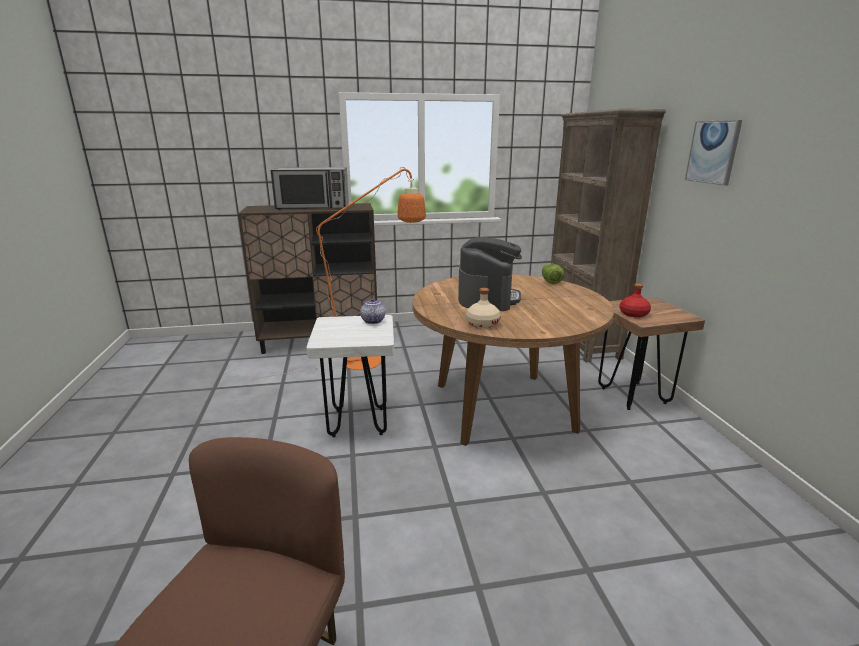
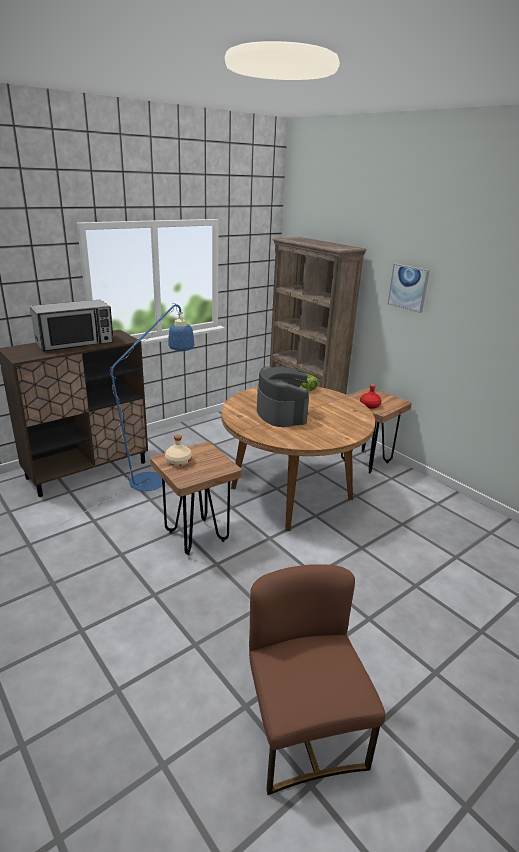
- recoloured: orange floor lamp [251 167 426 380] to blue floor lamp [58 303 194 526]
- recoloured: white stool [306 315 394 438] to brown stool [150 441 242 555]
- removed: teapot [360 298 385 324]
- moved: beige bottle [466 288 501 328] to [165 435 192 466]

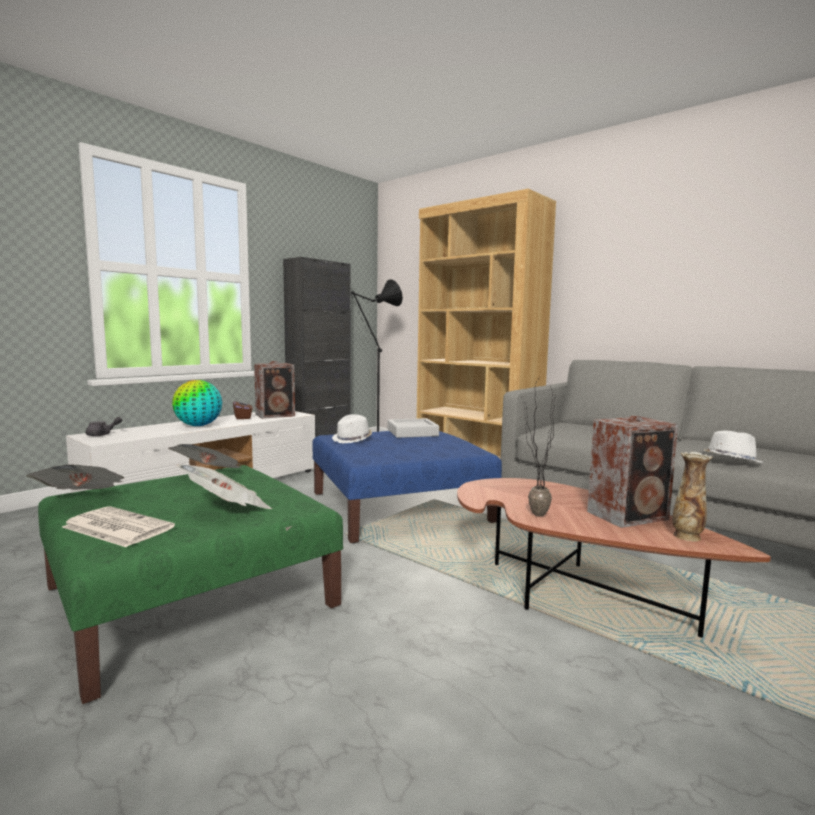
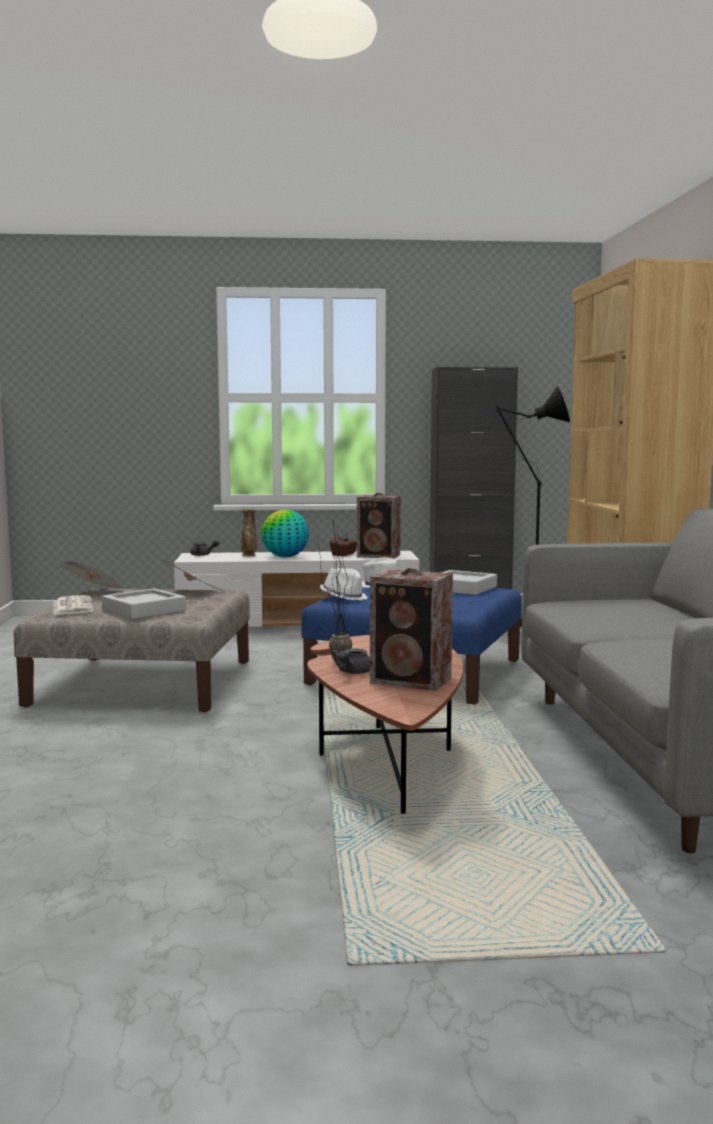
- recoloured: green ottoman [38 465 343 704] to beige ottoman [14 588 250 712]
- replaced: newspaper [176 464 273 509] to grey tray [102 589 186 619]
- moved: vase [672 452 712 542] to [241 508 257 557]
- moved: white hat [704 431 764 463] to [320 568 368 600]
- added: grey teapot [331 649 370 674]

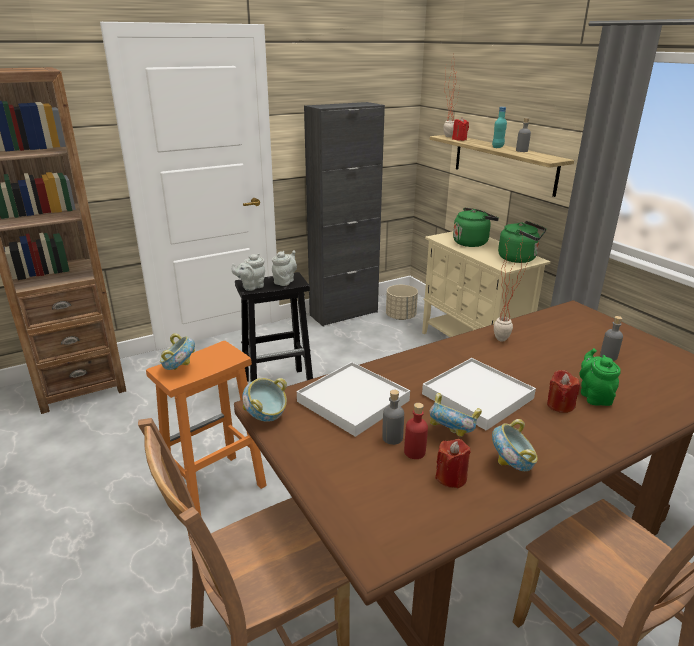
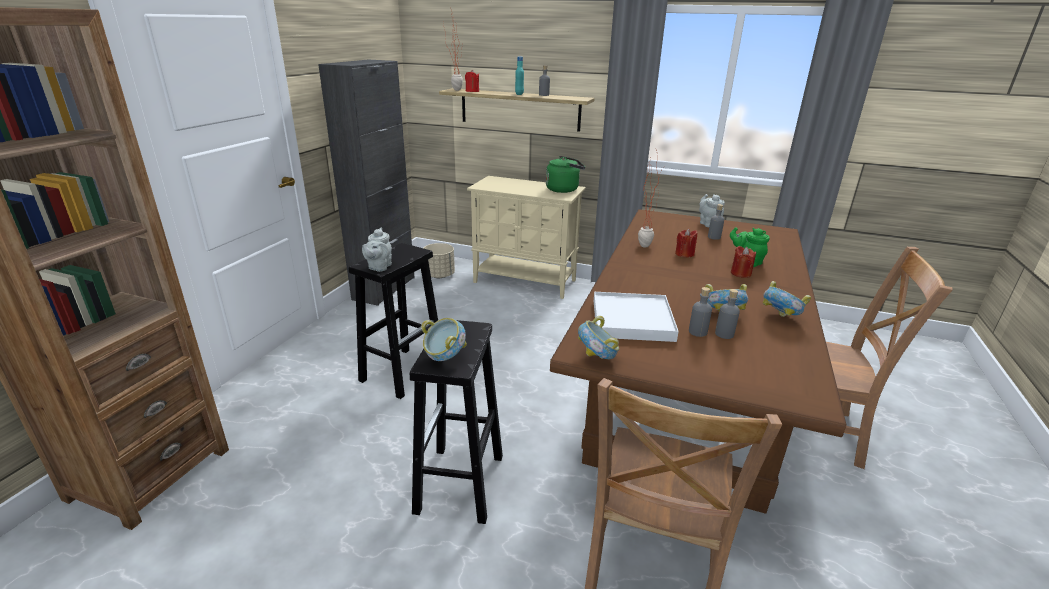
- recoloured: orange stool [146 341 267 516] to black stool [410 320 503 524]
- moved: grey teapot [272 251 297 286] to [699 194 725 227]
- recoloured: red bottle [404 403 428 459] to grey bottle [715 289 740 339]
- removed: white tray [422 358 536 431]
- moved: red candle [435 439 471 488] to [675 229 697 257]
- removed: green kettle [453 208 499 247]

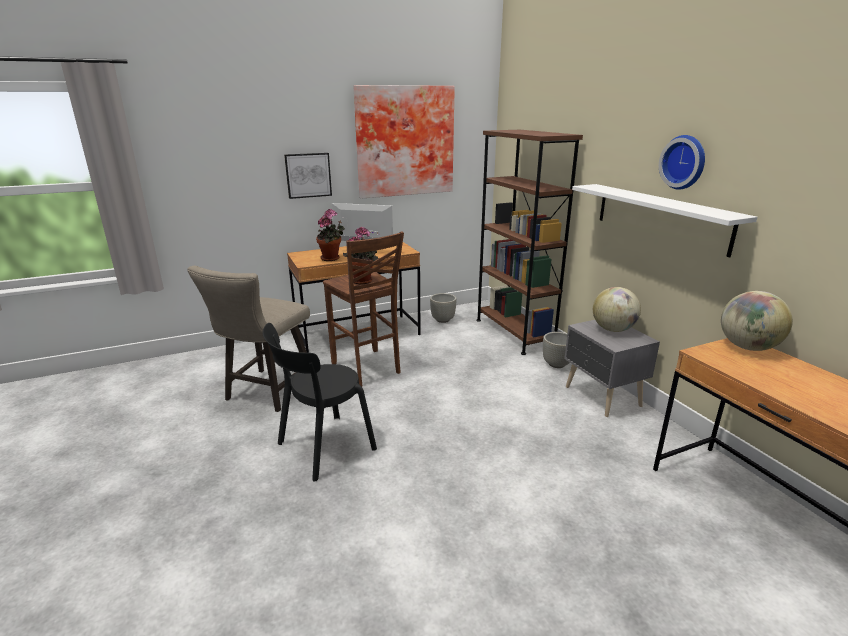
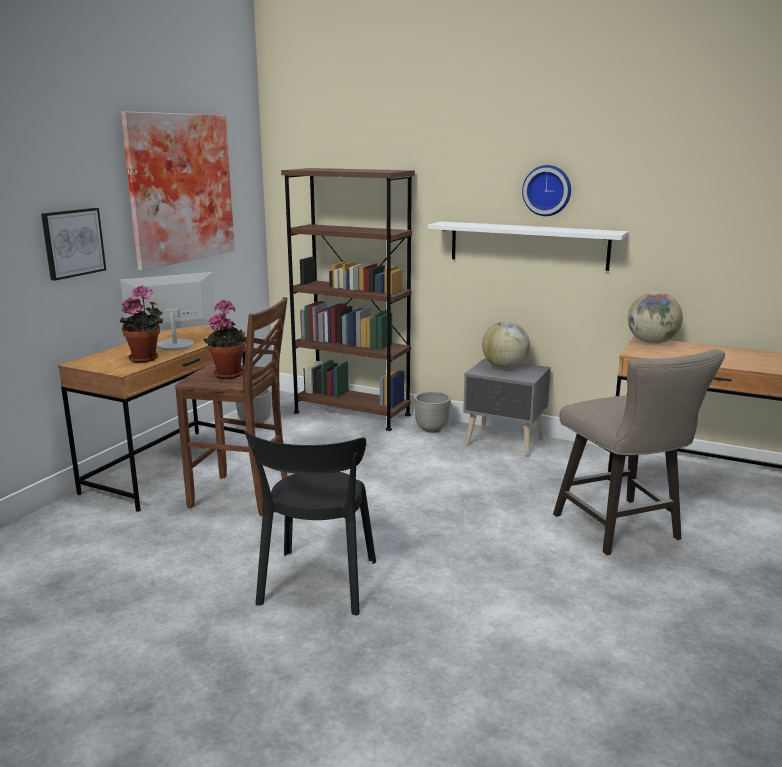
- moved: beige stool [187 266 310 412] to [553 349 725 555]

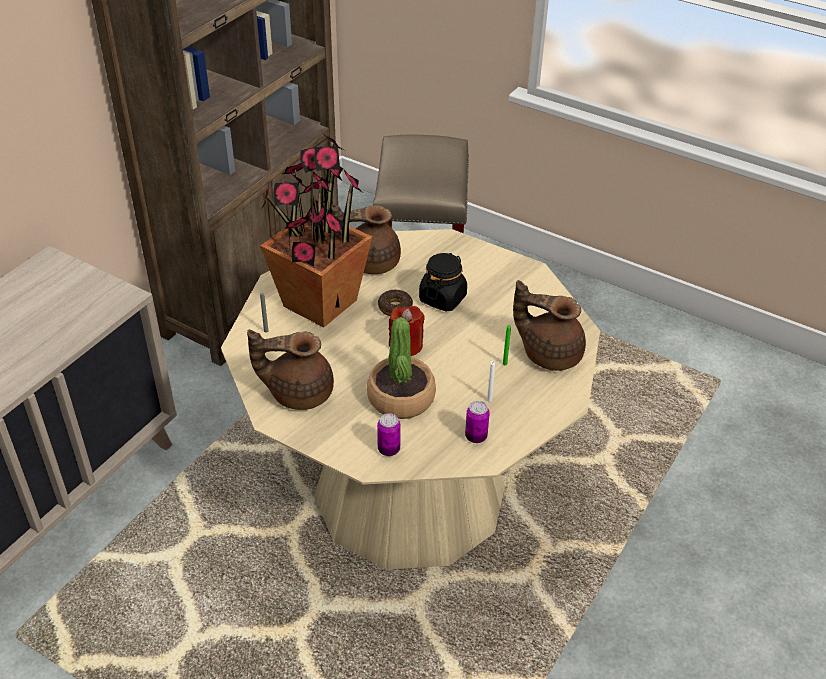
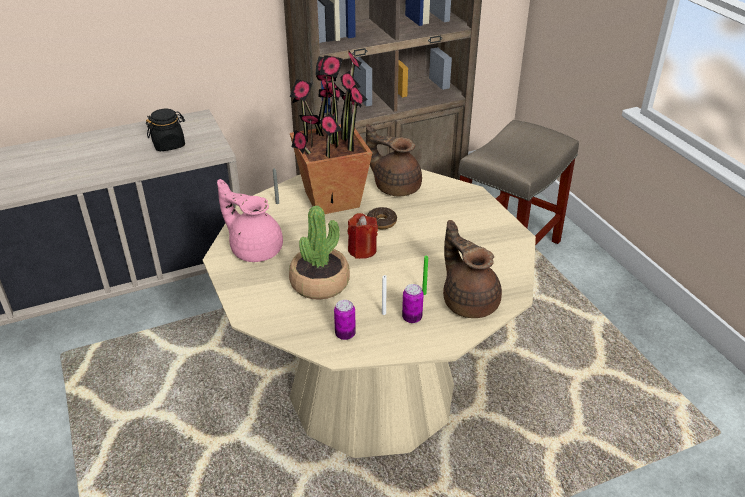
- recoloured: brown teapot [247 330 334 410] to pink teapot [217 179 283 262]
- moved: can [377 413 401 456] to [402 284 424 323]
- moved: black jar [419 253 467 312] to [146 109 185 151]

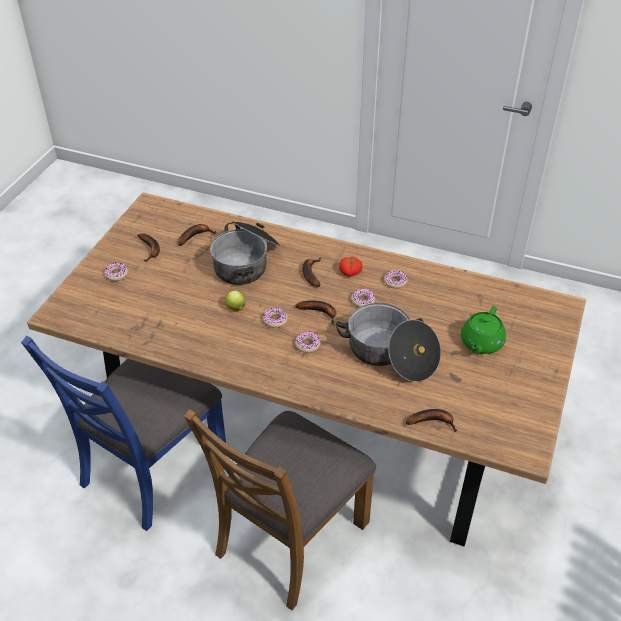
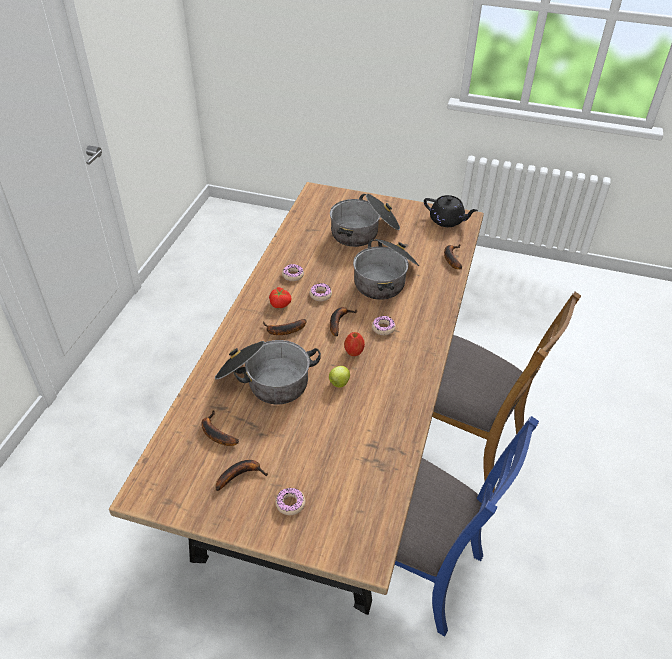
- replaced: donut [263 308 288 328] to apple [344 332 365 356]
- replaced: green teapot [461 306 506 354] to cooking pot [330 194 400 247]
- added: black teapot [424 195 478 227]

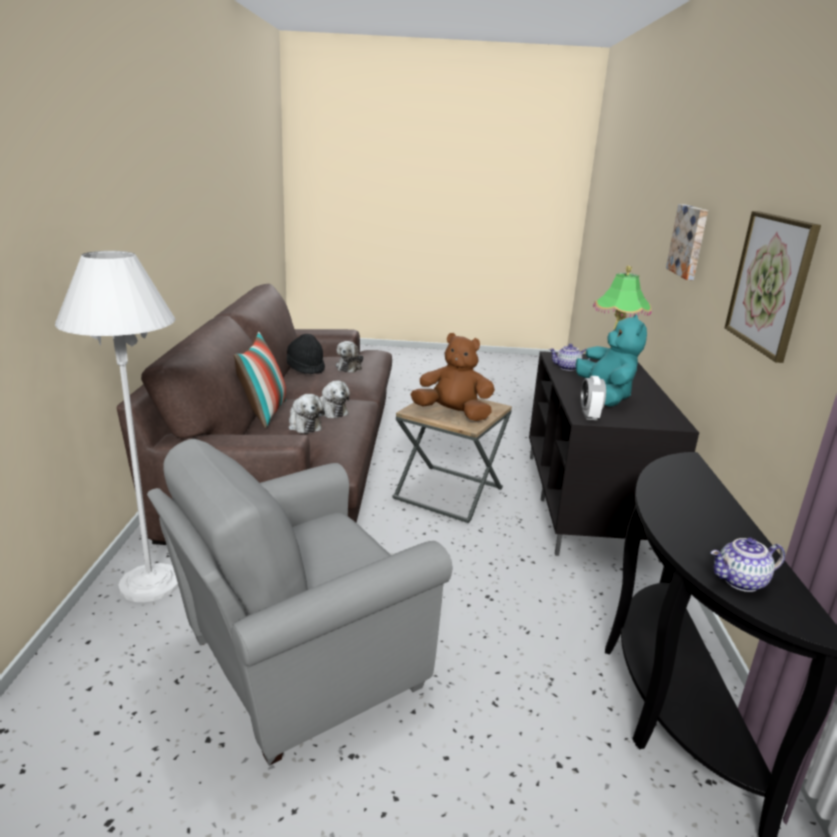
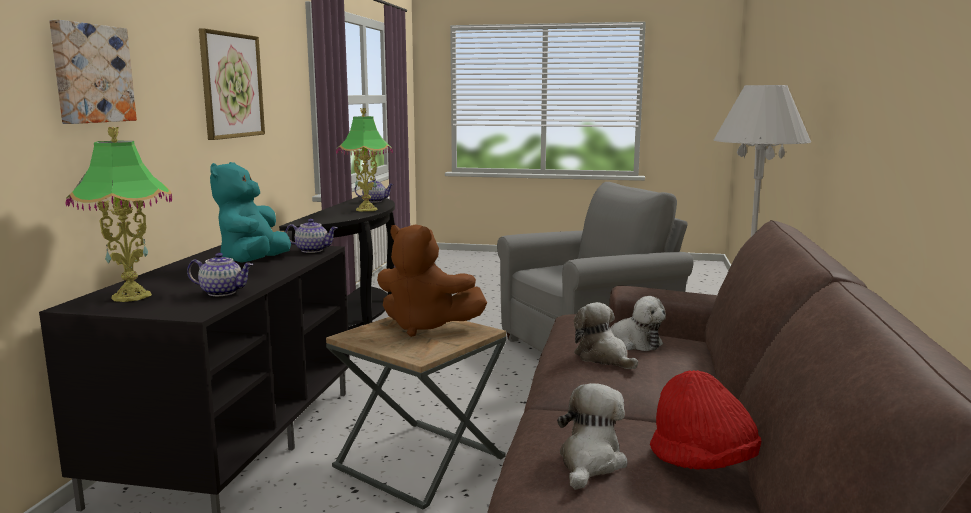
- removed: pillow [234 332 286 428]
- recoloured: black hat [287 334 325 374] to red hat [650 370 761 469]
- turned: plush toy [288 394 325 434] = [610 296 666 351] 150 degrees clockwise
- replaced: alarm clock [581 376 606 420] to teapot [285 219 337 253]
- added: table lamp [336 108 393 211]

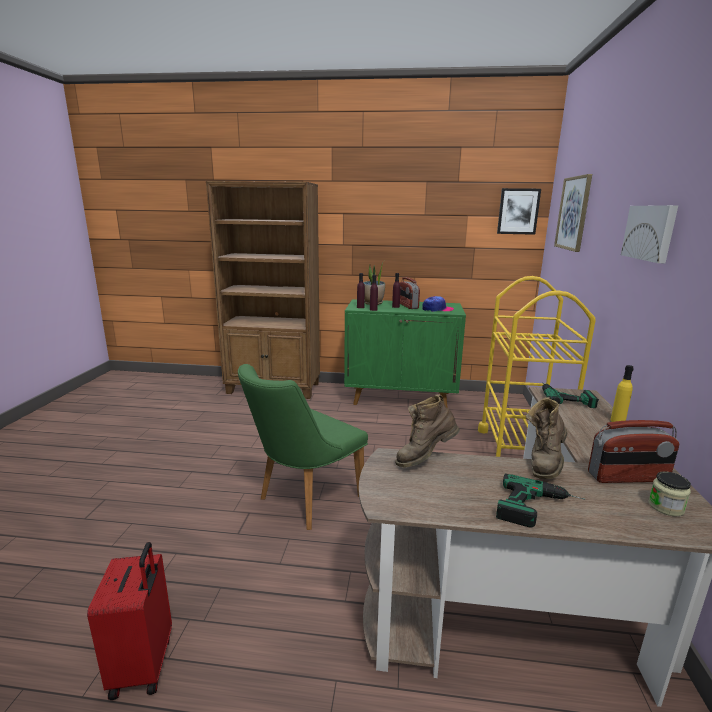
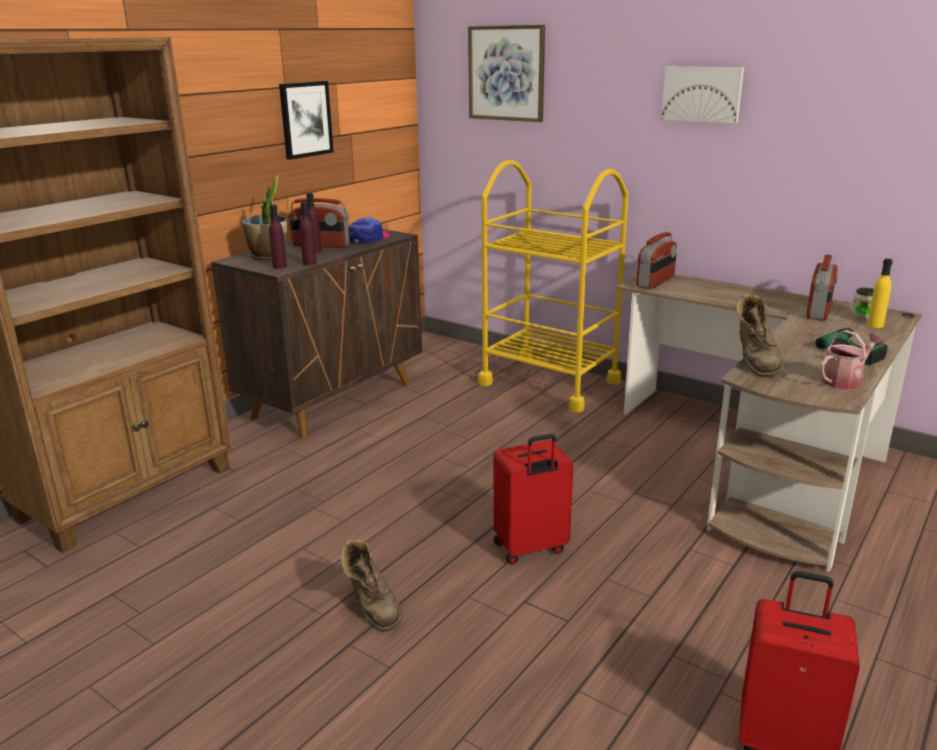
- replaced: green chair [238 364 368 530] to red suitcase [494 434 574 565]
- recoloured: green cabinet [344 299 466 408] to brown cabinet [211 225 422 439]
- moved: picture [497 188 541 235] to [279 81 334 160]
- moved: brown boot [526 397 567 479] to [341 538 403 632]
- replaced: power drill [542 382 598 408] to radio [636 232 677 289]
- moved: yellow bottle [611 365 634 422] to [867 259 893 328]
- added: watering can [820 330 884 390]

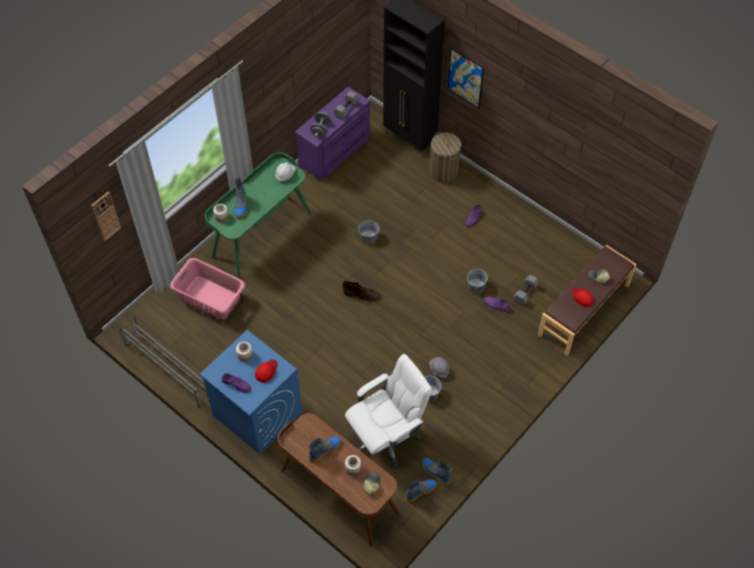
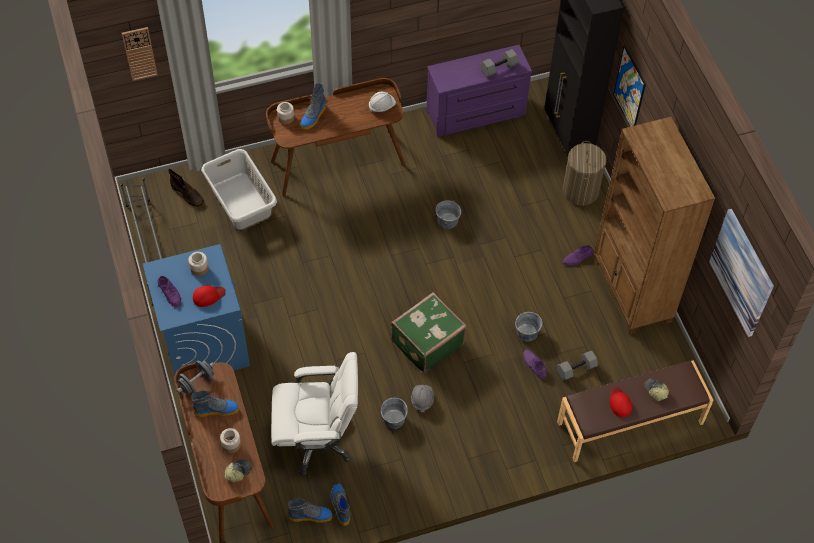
- recoloured: pink laundry basket [170 258 245 319] to grey laundry basket [201 149 277 230]
- recoloured: green desk [205 152 312 279] to brown desk [266 78 406 196]
- moved: grey dumbbell [310 112 331 137] to [177 361 215 395]
- moved: brown boot [343 281 380 301] to [168 169 204 207]
- added: green suitcase [391 292 467 374]
- added: brown bookcase [594 117 715 334]
- added: picture [709 209 774 337]

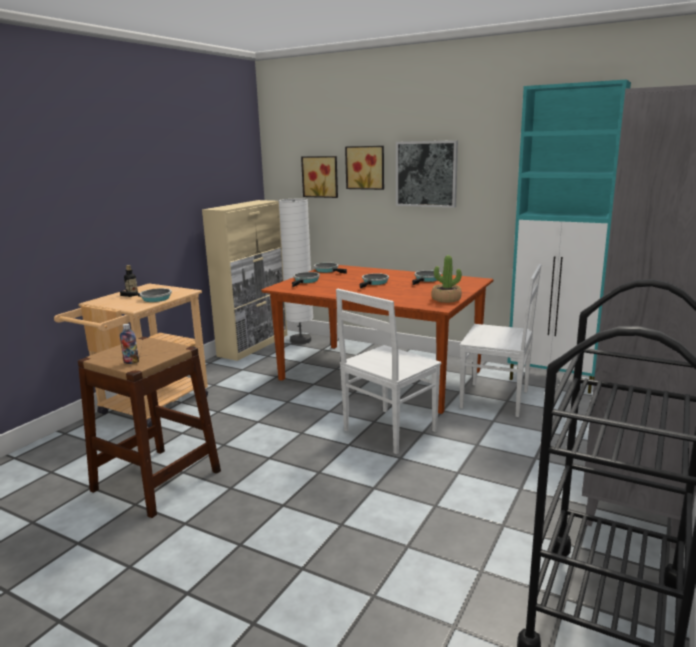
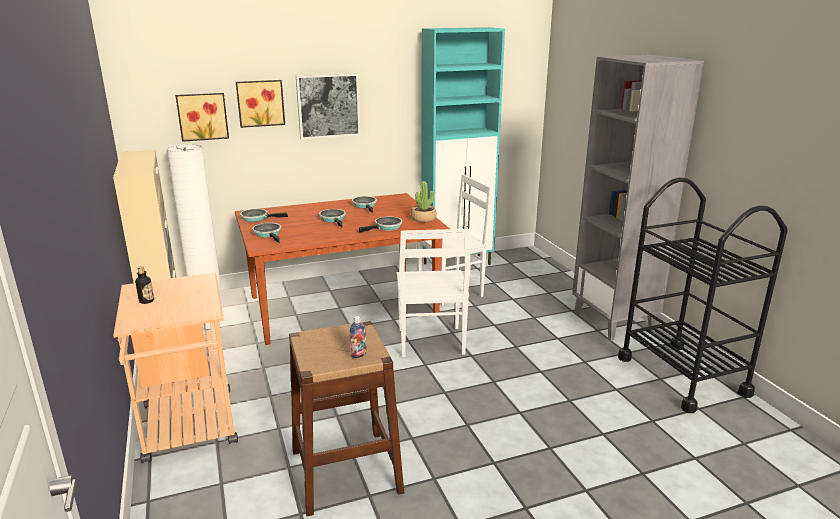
- moved: frying pan [120 288 172 302] to [359 216 403 233]

